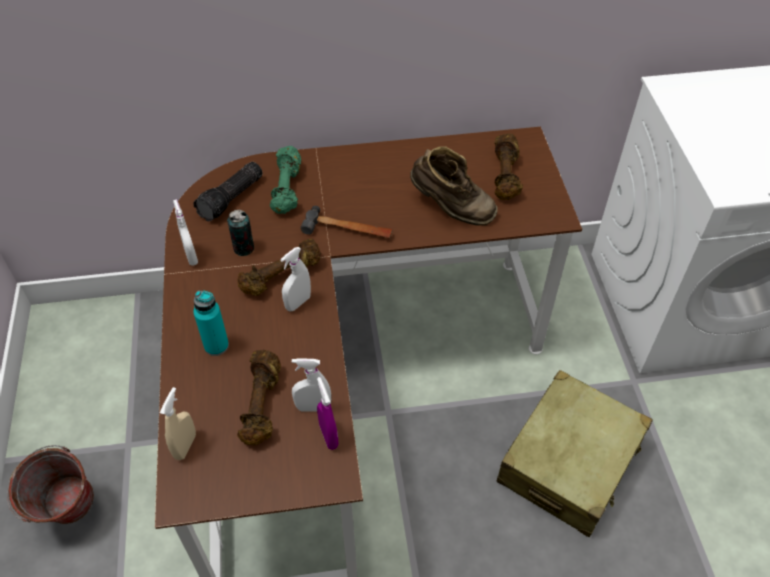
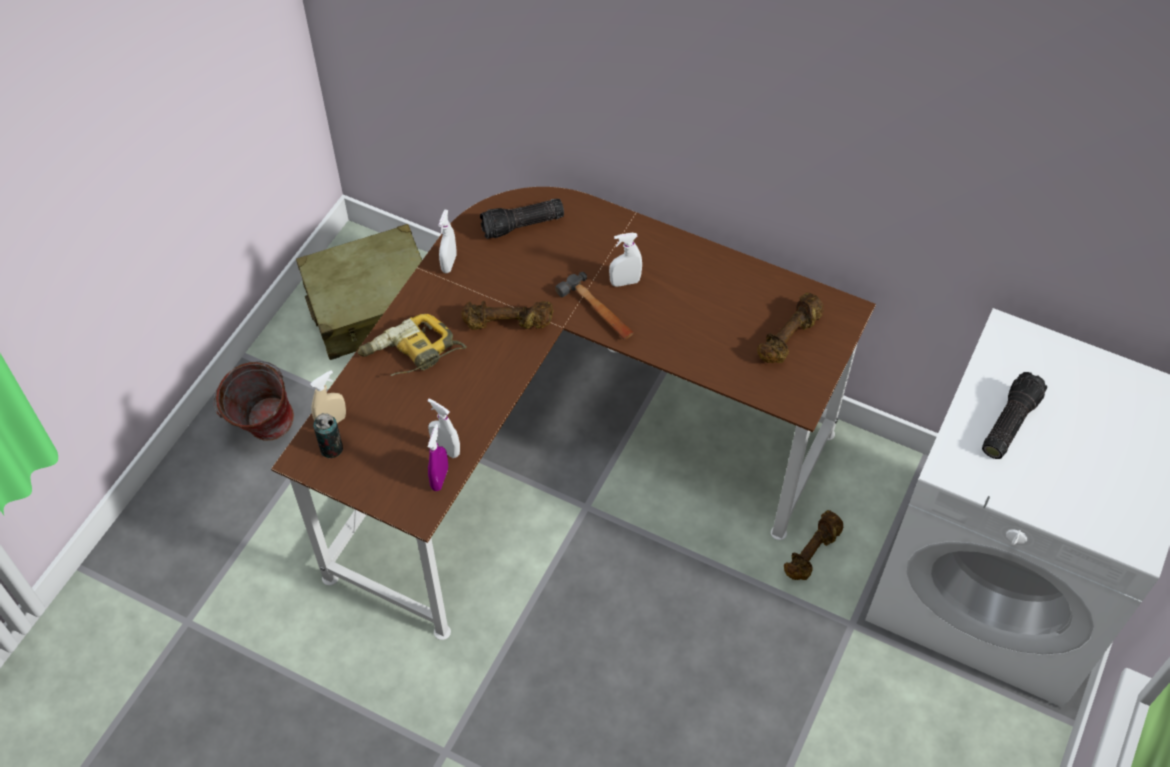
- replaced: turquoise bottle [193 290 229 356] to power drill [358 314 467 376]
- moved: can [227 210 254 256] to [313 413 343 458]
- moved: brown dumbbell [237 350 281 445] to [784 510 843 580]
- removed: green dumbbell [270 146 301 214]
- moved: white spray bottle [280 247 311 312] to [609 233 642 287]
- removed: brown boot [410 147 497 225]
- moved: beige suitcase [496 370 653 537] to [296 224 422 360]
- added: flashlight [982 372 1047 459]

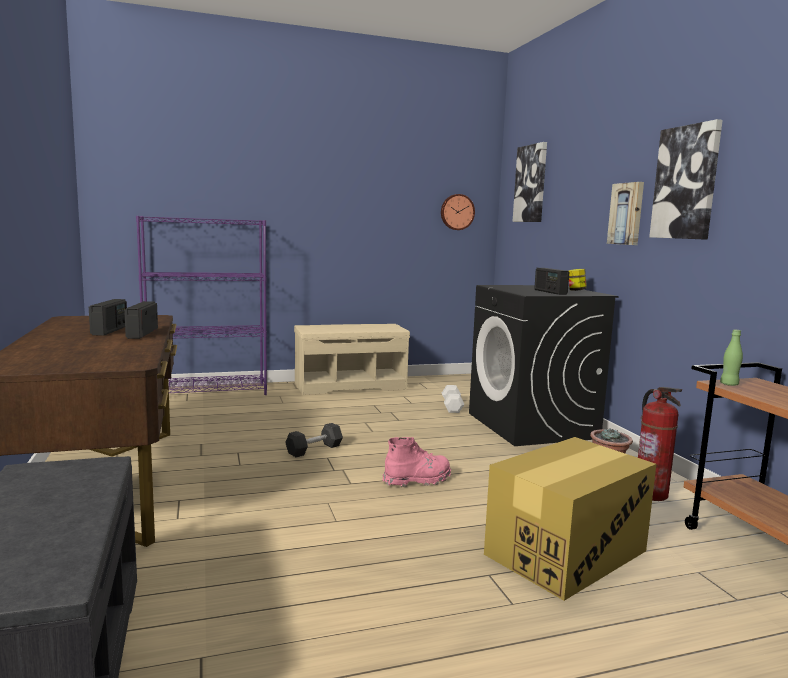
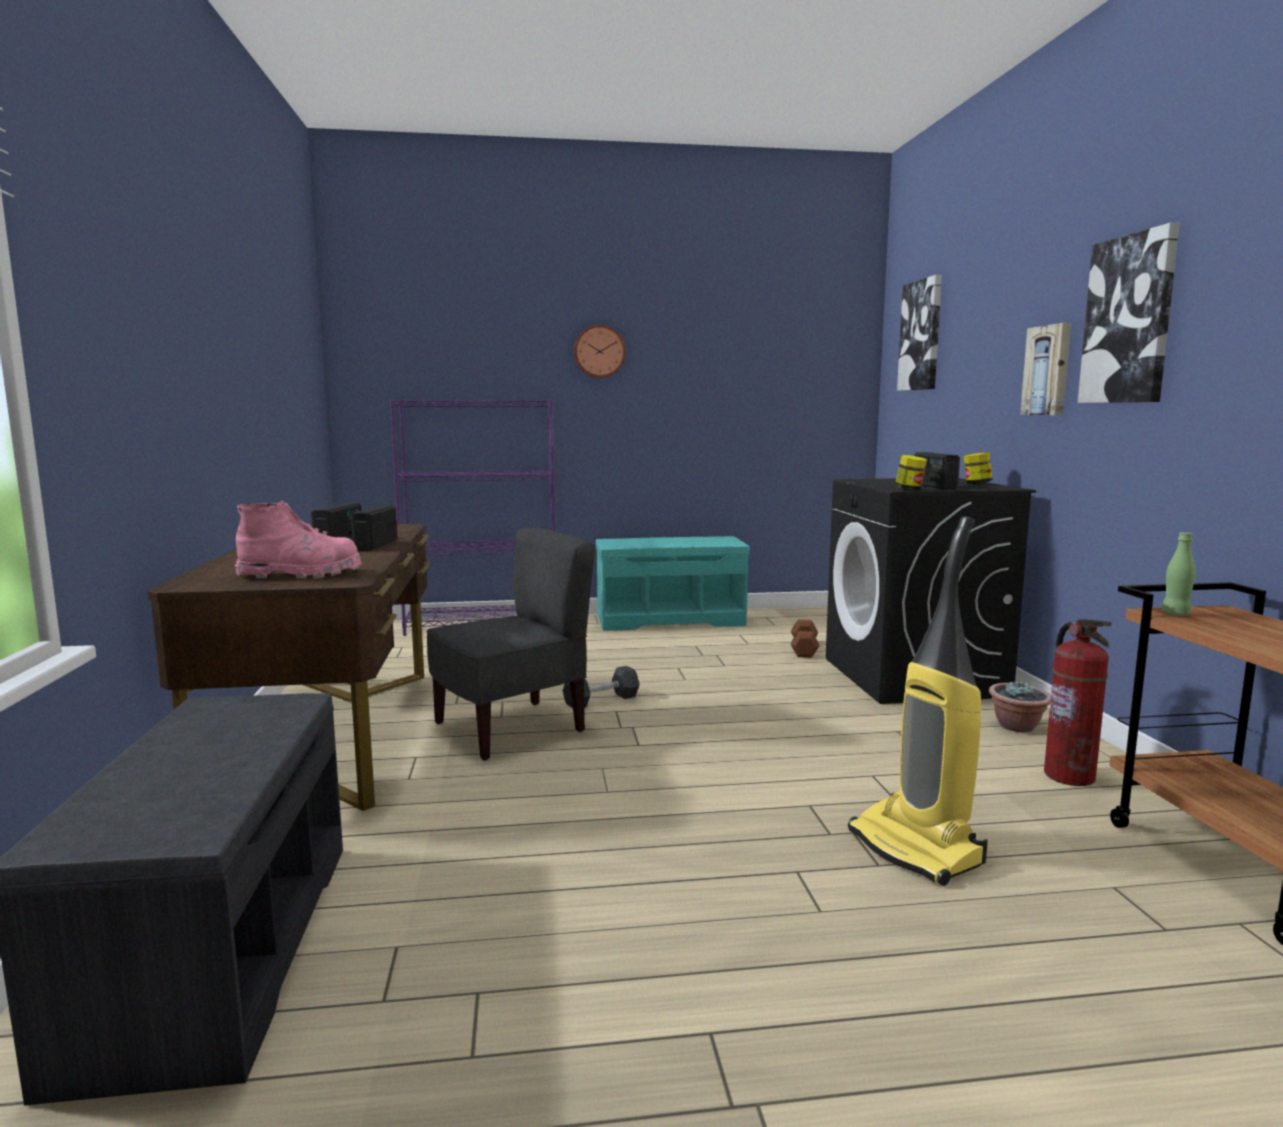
- recoloured: beige bench [294 324 410 395] to turquoise bench [596 536 750 631]
- moved: pink boot [383 437 451 487] to [235 500 362 579]
- moved: wall clock [441 194 475 230] to [574 325 626 378]
- recoloured: white dumbbell [442 385 464 413] to brown dumbbell [791 619 819 658]
- replaced: cardboard box [484 437 656 601] to vacuum cleaner [848 516 988 886]
- added: grey chair [426 528 595 760]
- added: jar [895 455 927 490]

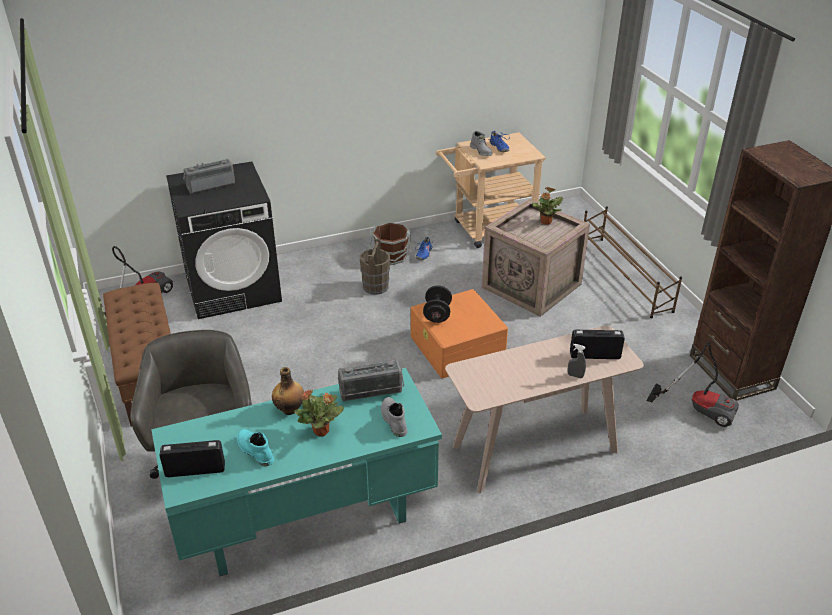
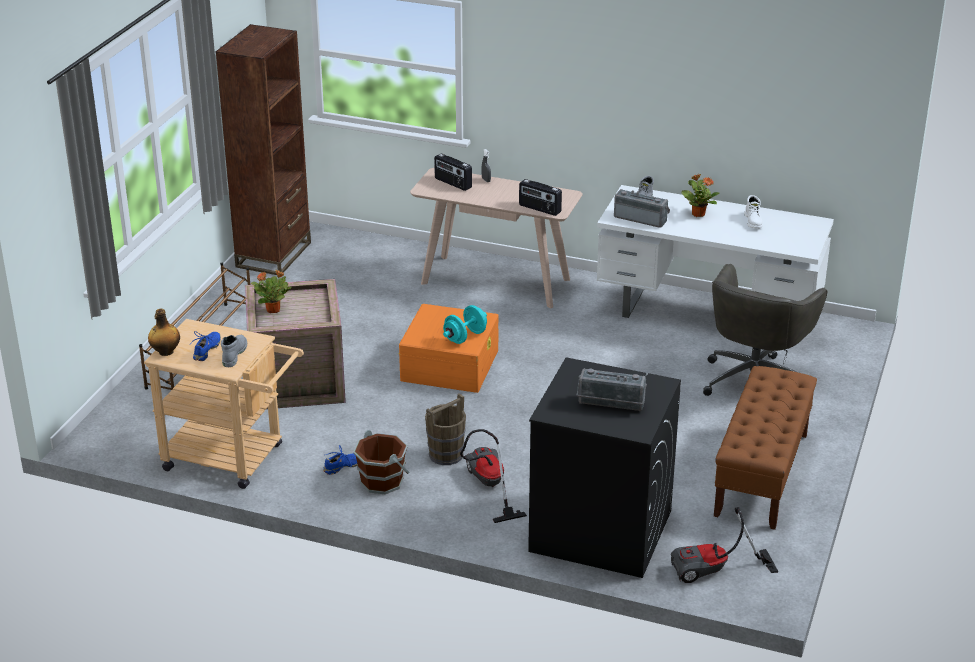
- recoloured: turquoise desk [151 368 442 576] to white desk [597 185 834 318]
- moved: radio [160 440 225 477] to [519 179 562 216]
- recoloured: turquoise boot [237 429 274 466] to white boot [744 195 763 229]
- moved: bottle [272 367 304 415] to [148 308 180 356]
- recoloured: black dumbbell [423 285 452 323] to turquoise dumbbell [443 305 487 344]
- moved: vacuum cleaner [647 341 739 427] to [460 429 527 523]

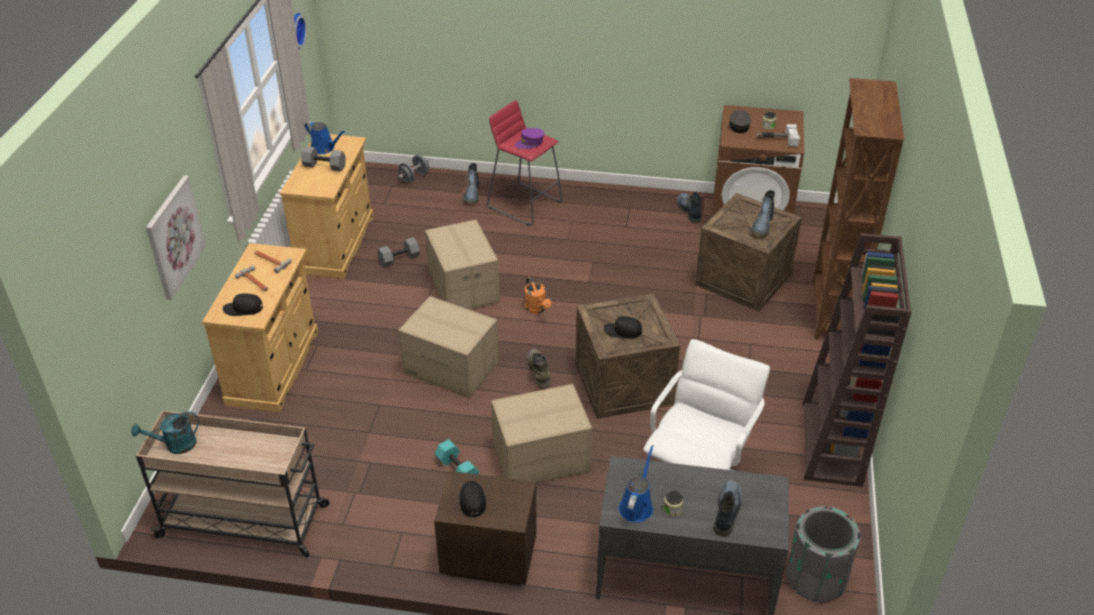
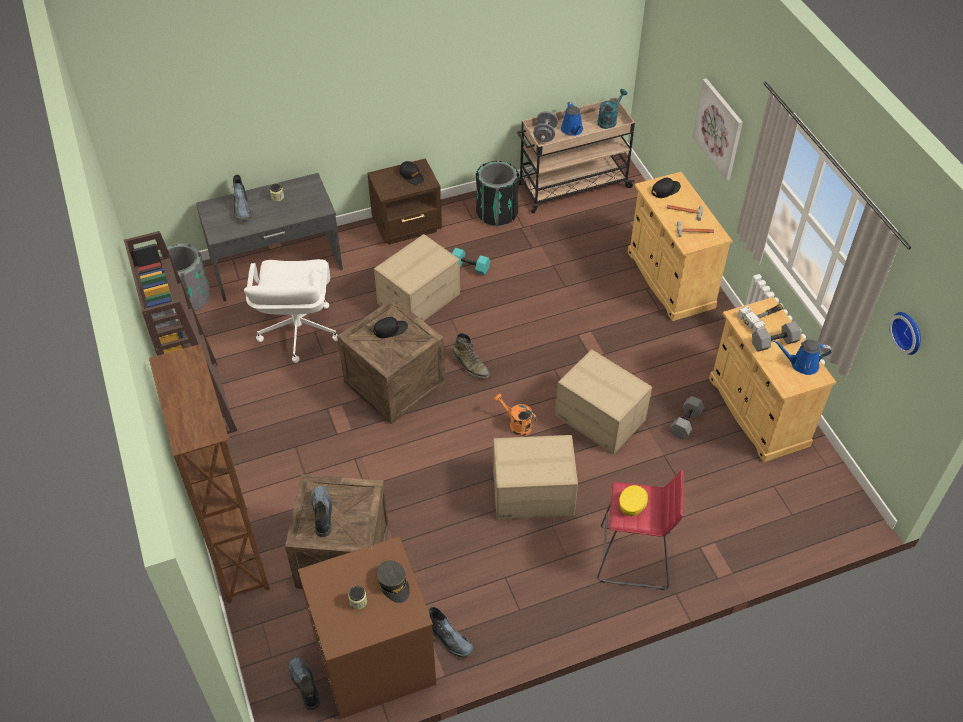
- moved: grey dumbbell [398 155 429 183] to [533 111 558 142]
- moved: cardboard box [398 296 498 398] to [493 435 578 520]
- moved: boot [463 163 480 203] to [288 657 320 710]
- recoloured: purple cap [515 128 544 149] to yellow cap [619 485 648 516]
- moved: blue watering can [619 445 654 523] to [561 101 583 136]
- moved: hammer [756 124 800 147] to [738 304 783 333]
- added: black trash can [476 161 519 226]

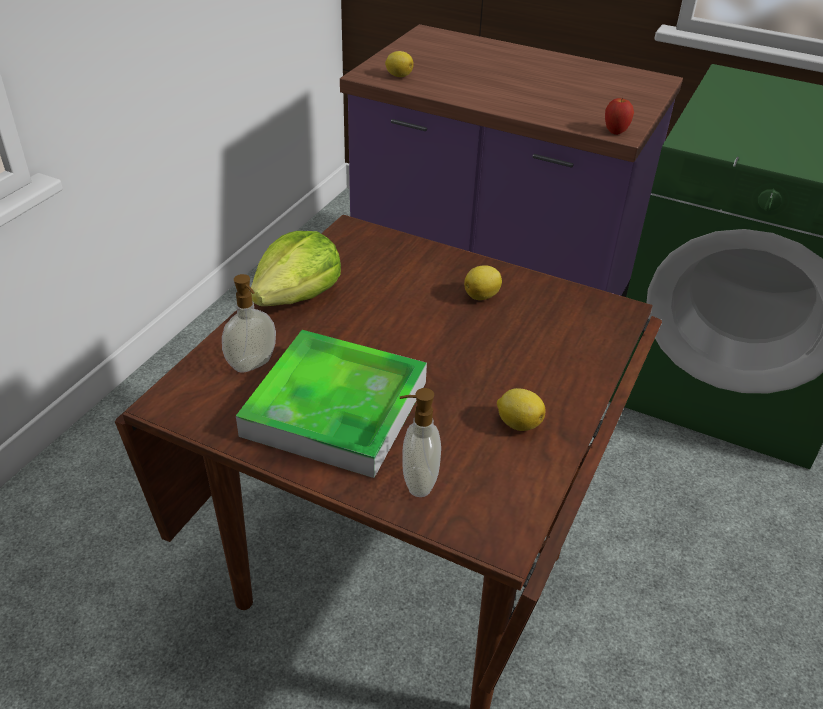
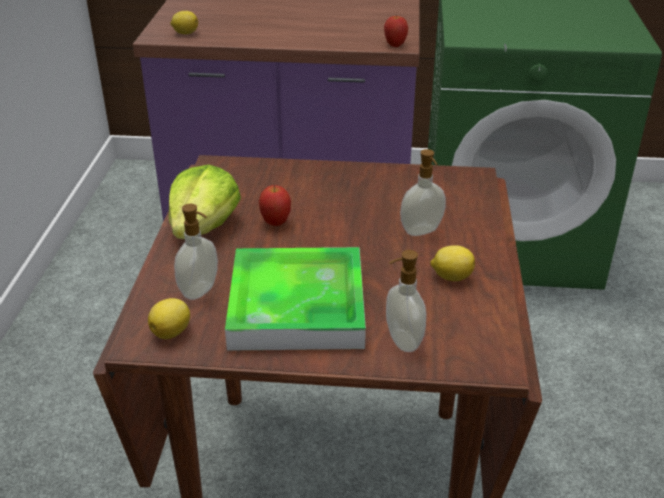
- moved: lemon [464 265 502 300] to [148 298 190 339]
- added: apple [259 185 291 226]
- added: soap dispenser [400 149 446 236]

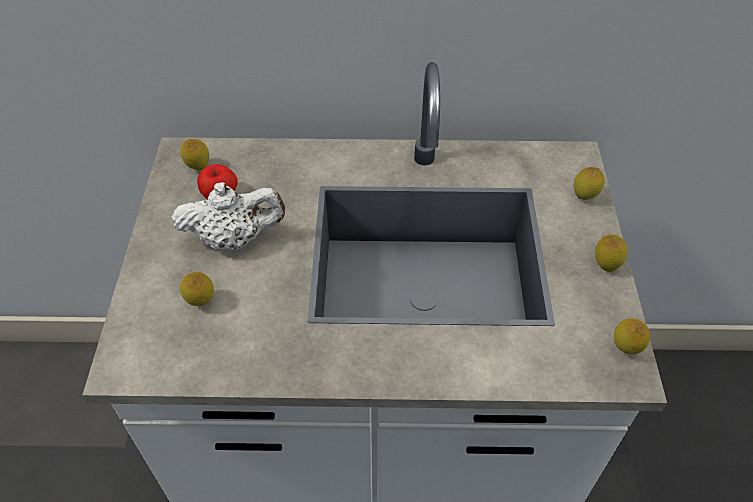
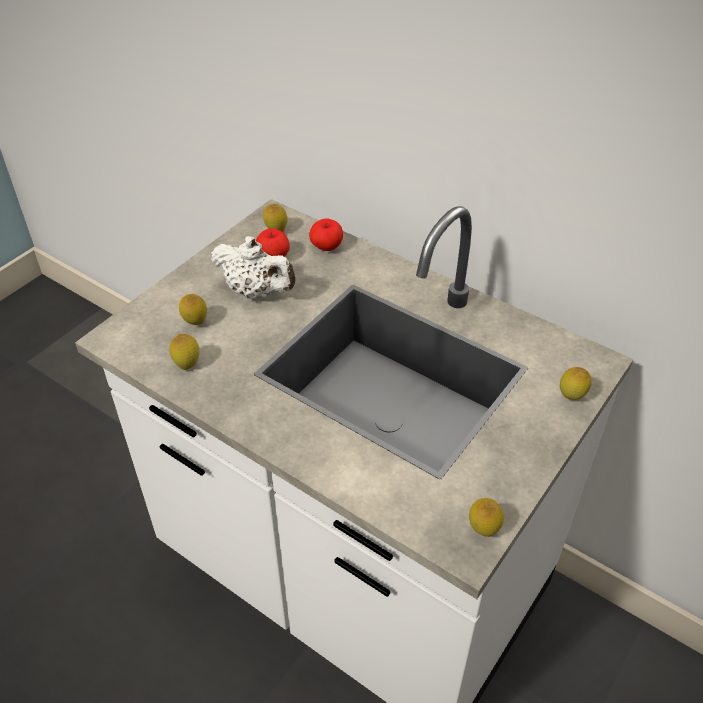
- moved: lemon [595 235 628 272] to [170 334 199 370]
- added: apple [309 219 343 251]

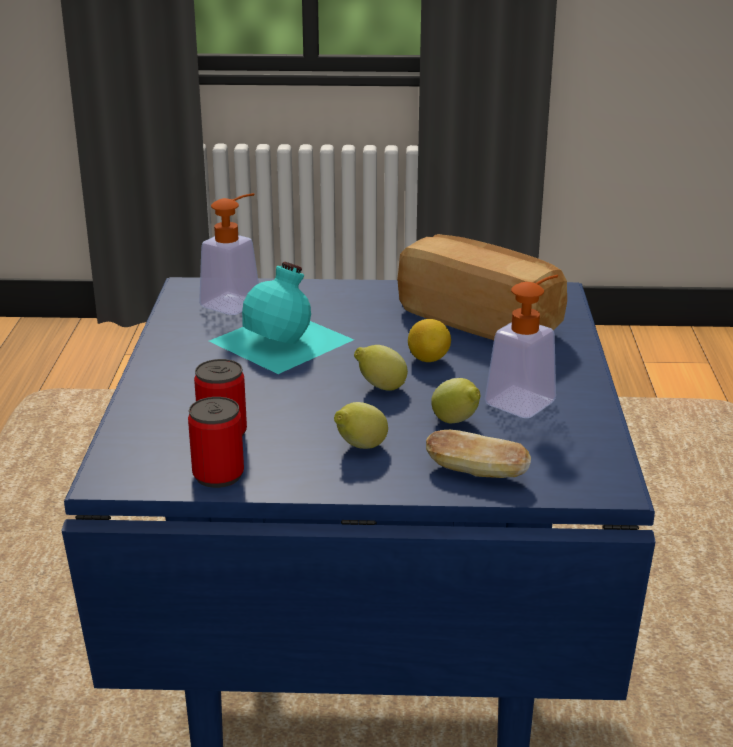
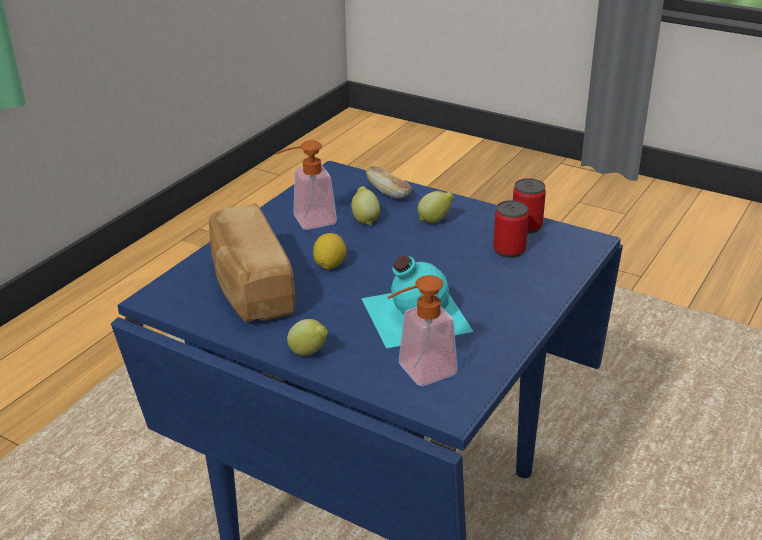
- moved: lemon [354 345 408 391] to [287 319 328 356]

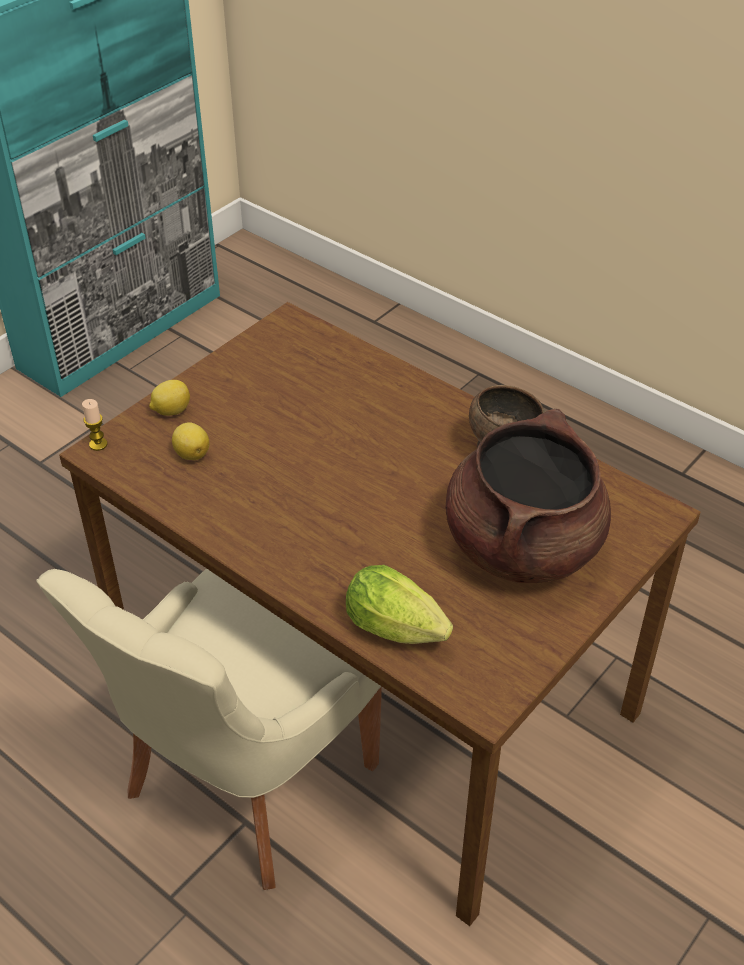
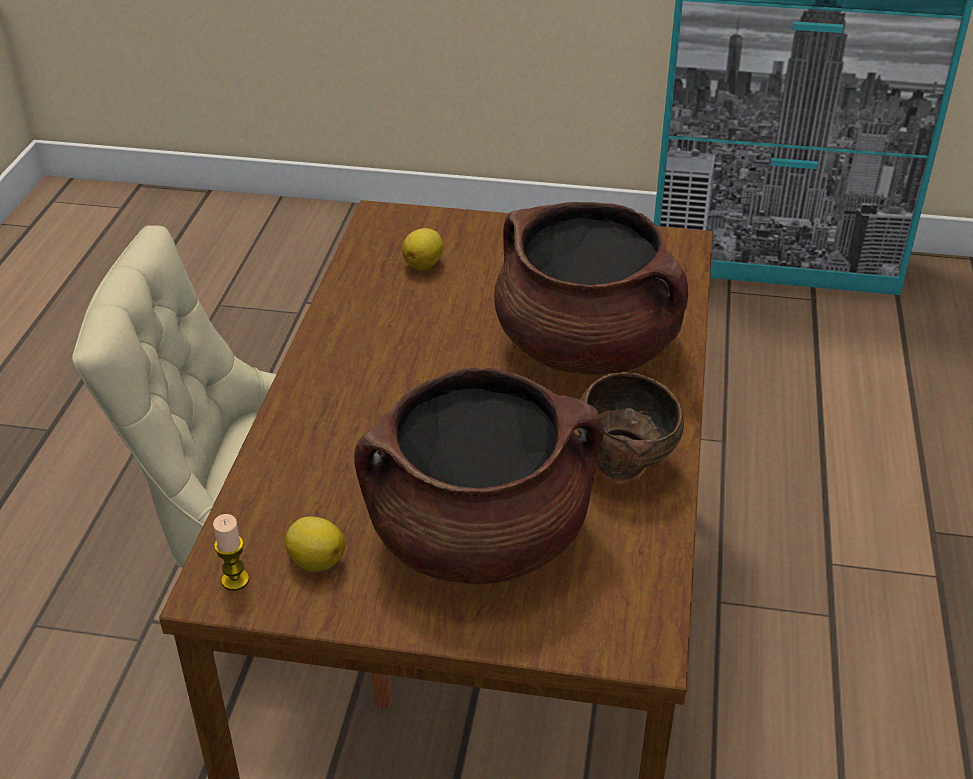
- moved: candle [82 399 108 451] to [213 514 249 591]
- moved: lemon [149 380 190 416] to [285 516 345 572]
- removed: lettuce [346 565 453 644]
- added: brown cooking pot [494 202 688 374]

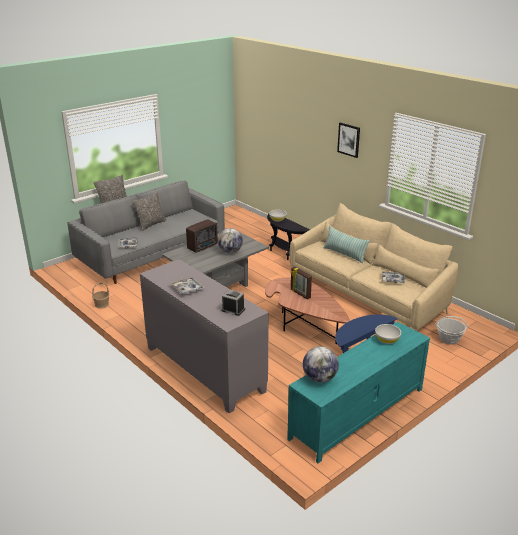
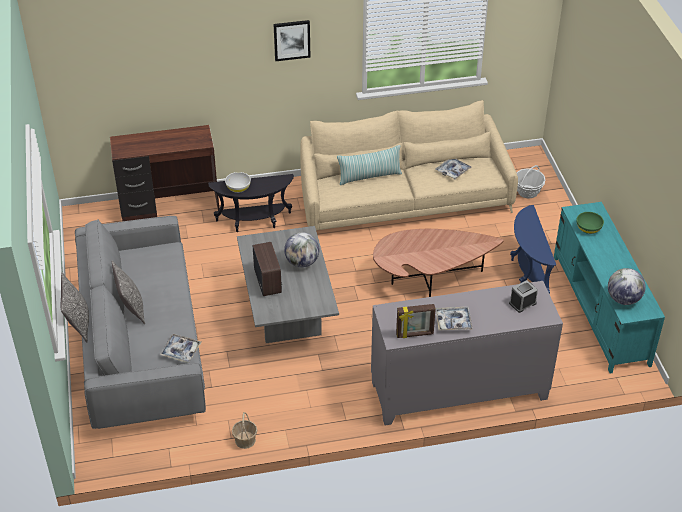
- moved: picture frame [291 267 312 300] to [396 304 436 338]
- recoloured: white bowl [375 324 401 344] to green bowl [577 212 604 234]
- added: brown desk [110 125 219 221]

